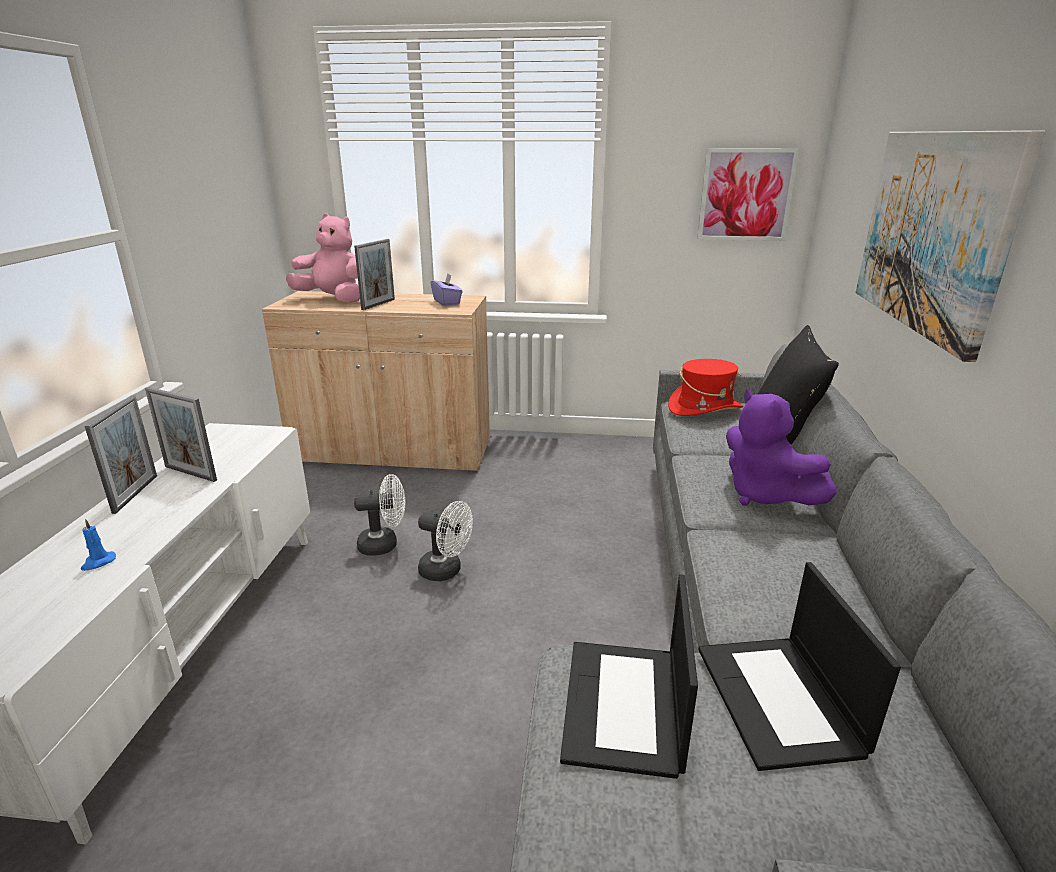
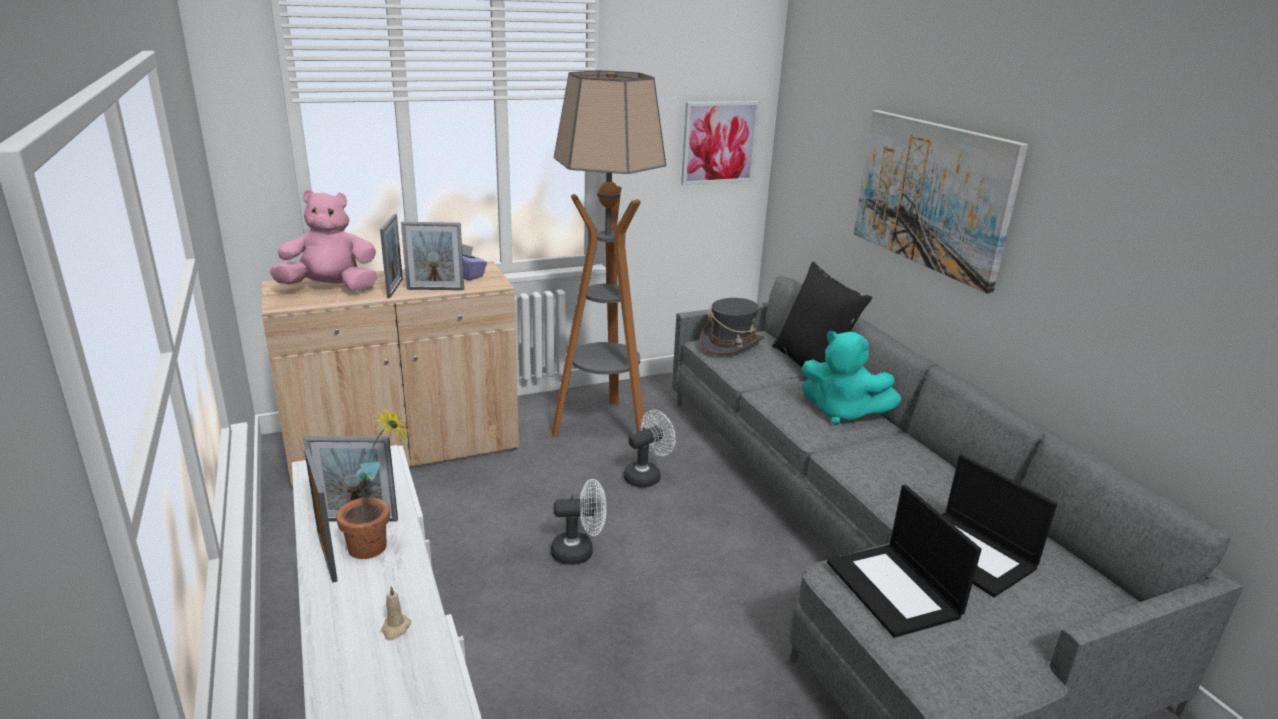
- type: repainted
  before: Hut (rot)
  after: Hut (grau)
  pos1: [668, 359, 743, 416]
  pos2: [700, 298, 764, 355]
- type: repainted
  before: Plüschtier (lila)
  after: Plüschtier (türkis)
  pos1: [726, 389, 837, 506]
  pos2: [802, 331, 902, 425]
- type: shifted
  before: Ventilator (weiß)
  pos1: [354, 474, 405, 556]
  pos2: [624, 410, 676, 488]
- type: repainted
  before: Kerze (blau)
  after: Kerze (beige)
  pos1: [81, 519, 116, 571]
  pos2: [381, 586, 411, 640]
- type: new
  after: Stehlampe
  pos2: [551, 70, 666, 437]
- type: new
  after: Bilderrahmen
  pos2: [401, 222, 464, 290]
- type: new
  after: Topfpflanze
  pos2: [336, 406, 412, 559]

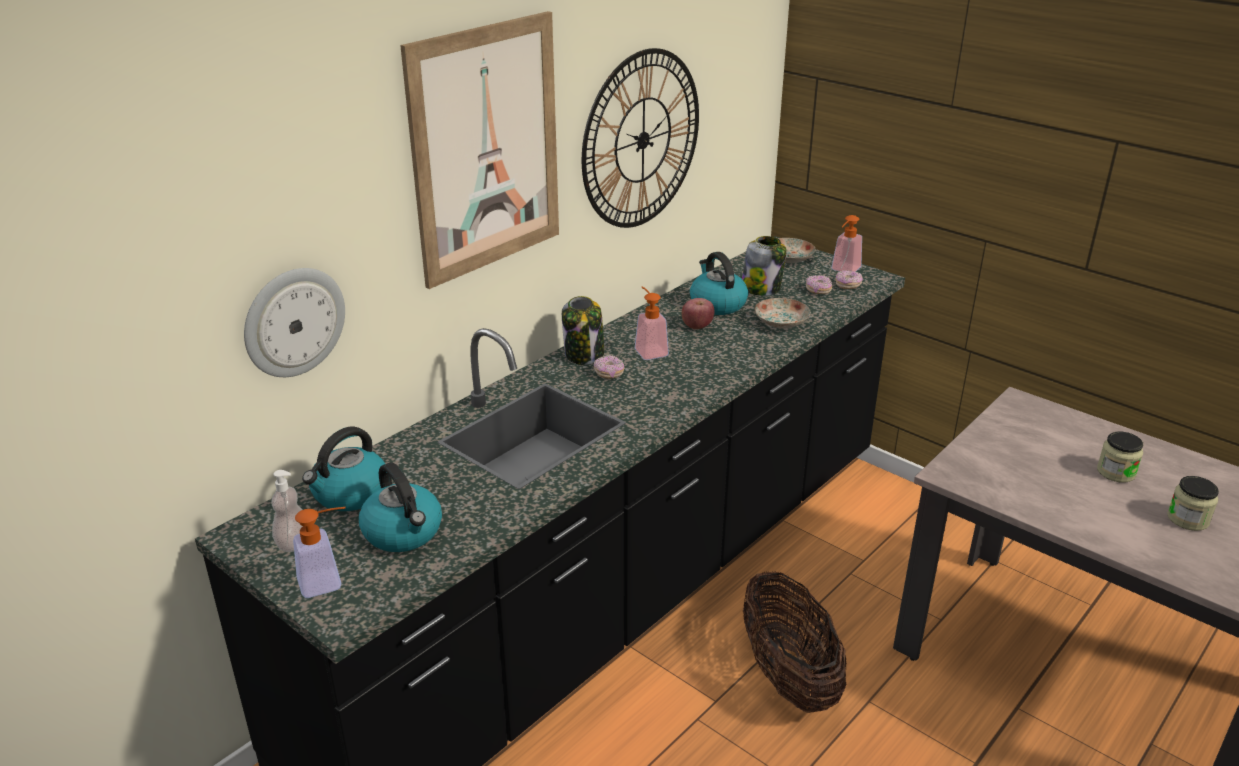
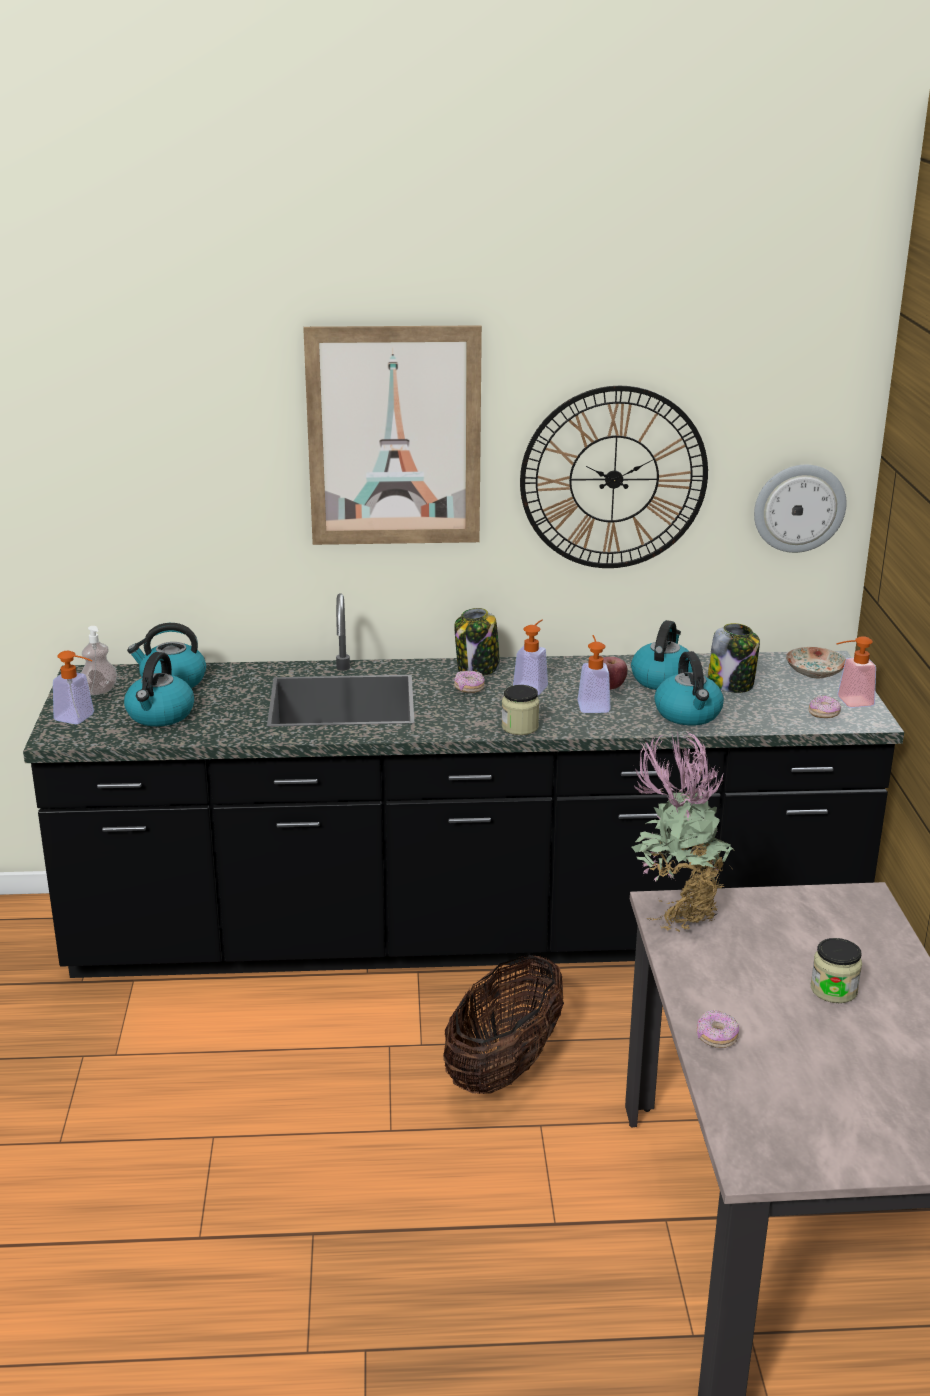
- type: shifted
  before: Wanduhr
  pos1: [244, 268, 345, 377]
  pos2: [754, 465, 846, 553]
- type: shifted
  before: Donut
  pos1: [806, 275, 832, 294]
  pos2: [696, 1010, 739, 1048]
- type: swapped
  before: Teller
  after: Wasserkessel
  pos1: [754, 298, 810, 329]
  pos2: [654, 651, 724, 725]
- type: shifted
  before: Vorratsglas
  pos1: [1167, 476, 1219, 531]
  pos2: [501, 685, 539, 735]
- type: new
  after: Seifenspender
  pos2: [578, 635, 611, 713]
- type: new
  after: Topfpflanze
  pos2: [632, 730, 734, 932]

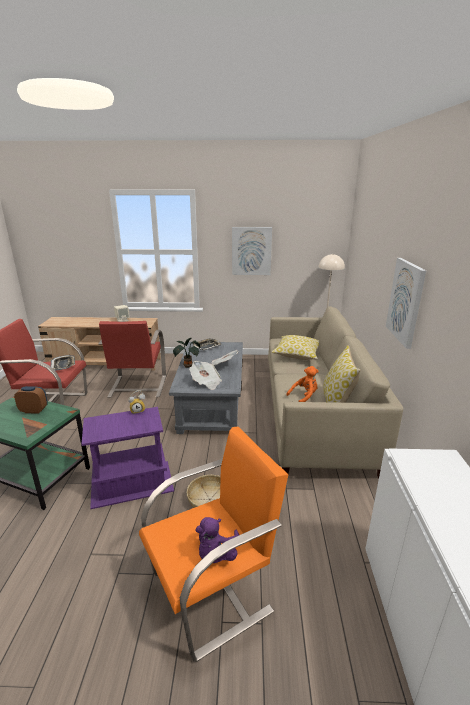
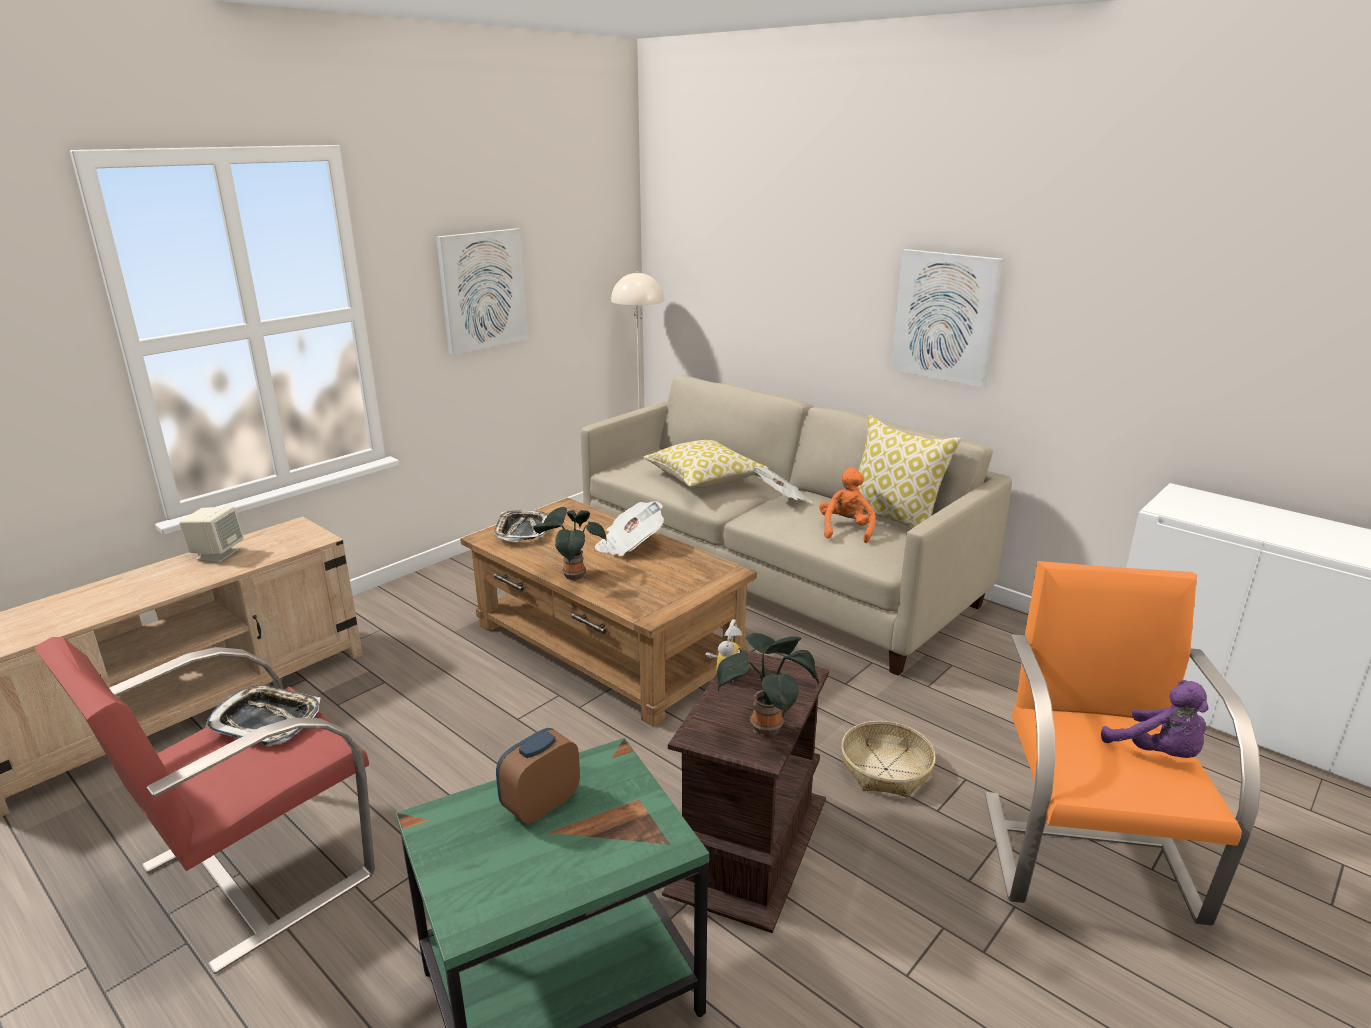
- type: gone
  before: Sessel (rot)
  pos1: [99, 321, 166, 398]
- type: repainted
  before: Couchtisch (grau)
  after: Couchtisch (braun)
  pos1: [169, 342, 243, 434]
  pos2: [460, 498, 757, 727]
- type: shifted
  before: Zeitung
  pos1: [189, 361, 222, 390]
  pos2: [750, 466, 813, 503]
- type: repainted
  before: Beistelltisch (lila)
  after: Beistelltisch (braun)
  pos1: [82, 407, 174, 509]
  pos2: [662, 650, 829, 933]
- type: new
  after: Topfpflanze
  pos2: [717, 633, 819, 736]

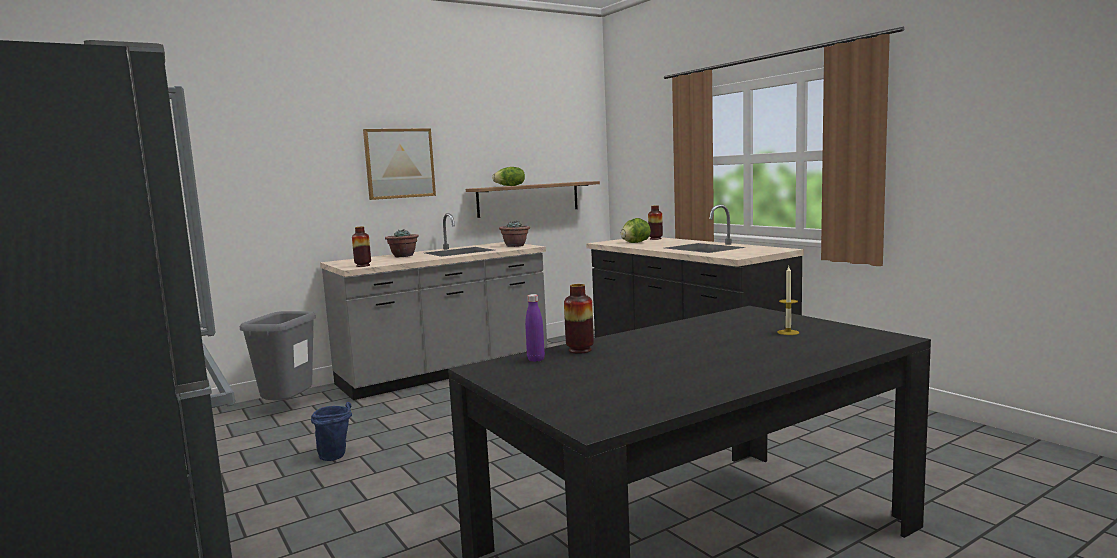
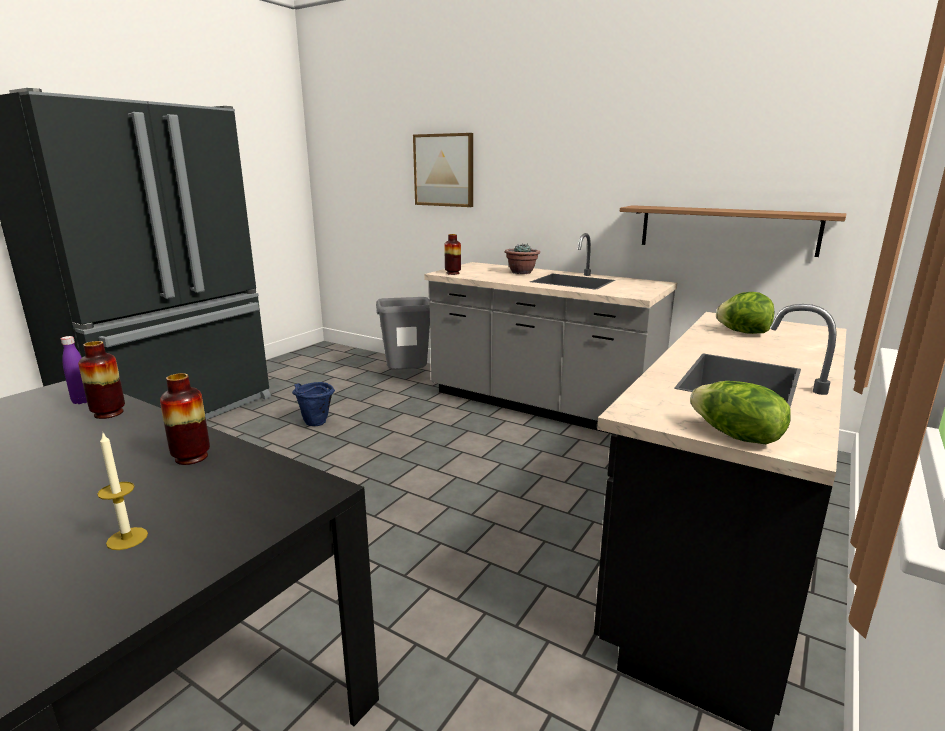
- type: shifted
  before: Bild
  pos1: [363, 128, 436, 200]
  pos2: [413, 133, 473, 207]
- type: shifted
  before: Salatkopf
  pos1: [492, 167, 525, 186]
  pos2: [690, 381, 791, 444]
- type: shifted
  before: Vase
  pos1: [648, 205, 663, 240]
  pos2: [160, 373, 210, 465]
- type: gone
  before: Topfpflanze
  pos1: [499, 221, 530, 247]

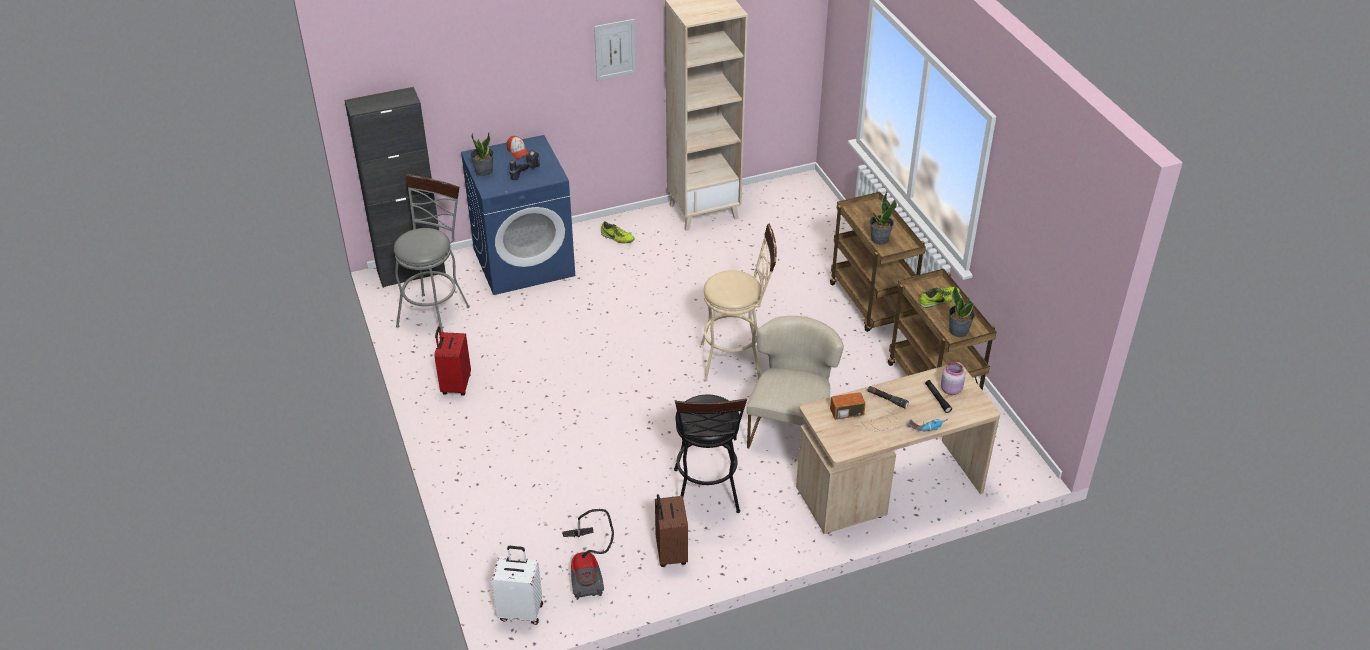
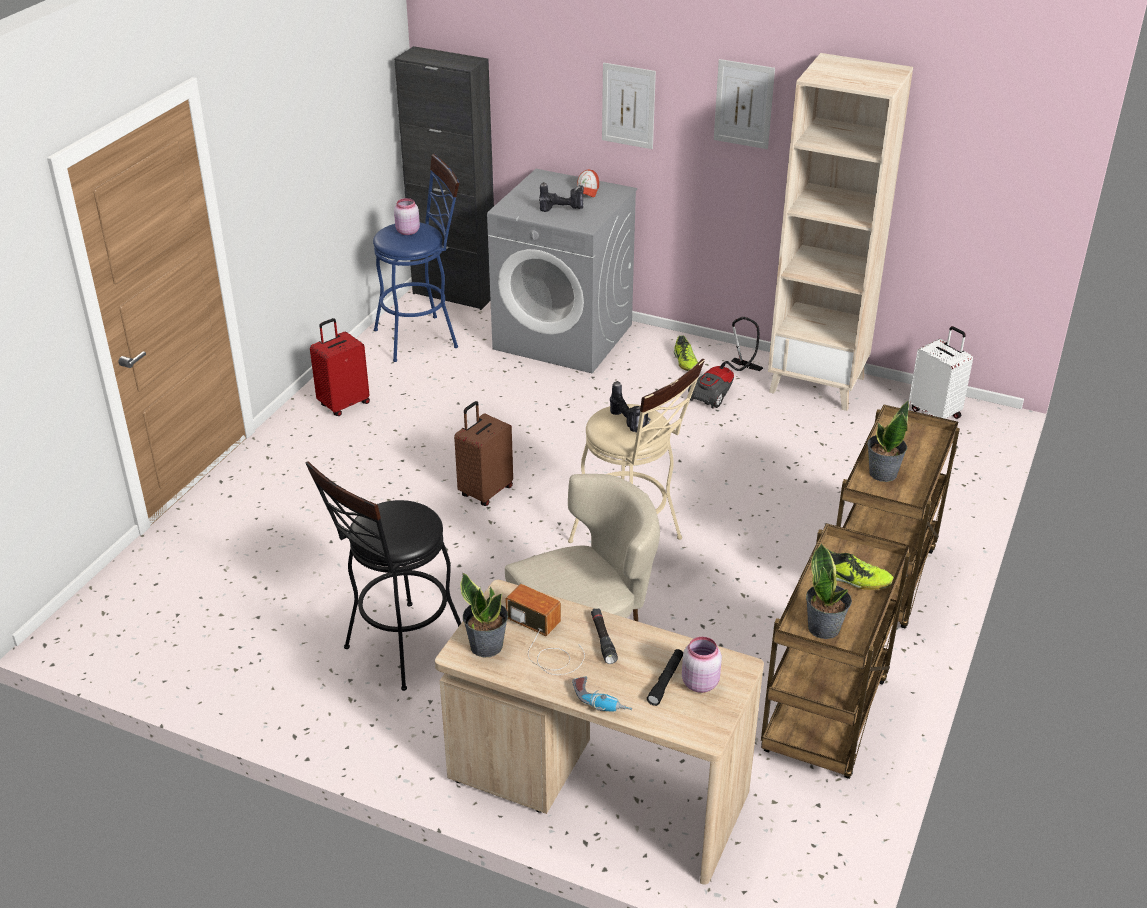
- type: shifted
  before: Topfpflanze
  pos1: [470, 132, 494, 177]
  pos2: [460, 573, 508, 657]
- type: repainted
  before: Waschmaschine (blau)
  after: Waschmaschine (grau)
  pos1: [461, 135, 575, 295]
  pos2: [487, 169, 637, 373]
- type: repainted
  before: Hocker (grau)
  after: Hocker (blau)
  pos1: [394, 174, 470, 332]
  pos2: [373, 154, 459, 362]
- type: shifted
  before: Koffer (braun)
  pos1: [655, 494, 688, 567]
  pos2: [454, 401, 513, 506]
- type: shifted
  before: Staubsauger
  pos1: [562, 509, 614, 600]
  pos2: [688, 317, 763, 409]
- type: shifted
  before: Koffer (weiß)
  pos1: [491, 546, 543, 625]
  pos2: [909, 326, 973, 419]
- type: new
  after: Bild
  pos2: [602, 63, 656, 149]
- type: new
  after: Vorratsglas (rosa)
  pos2: [394, 198, 420, 235]
- type: new
  after: Bohrmaschine
  pos2: [610, 381, 651, 433]

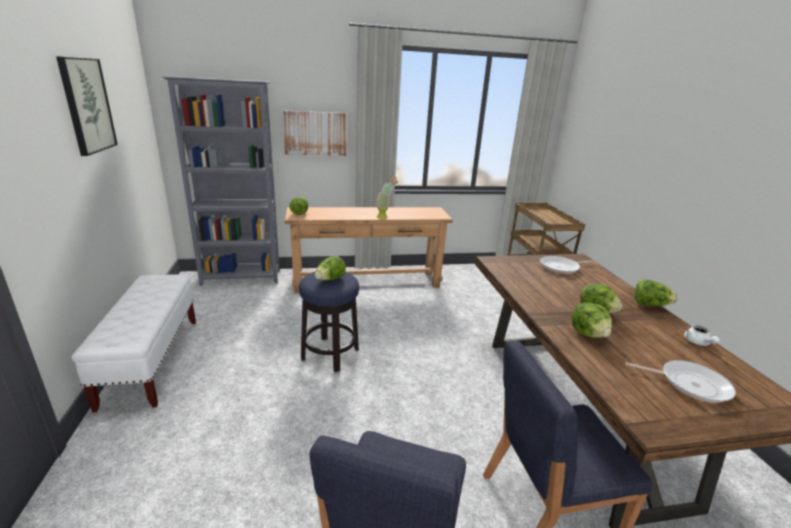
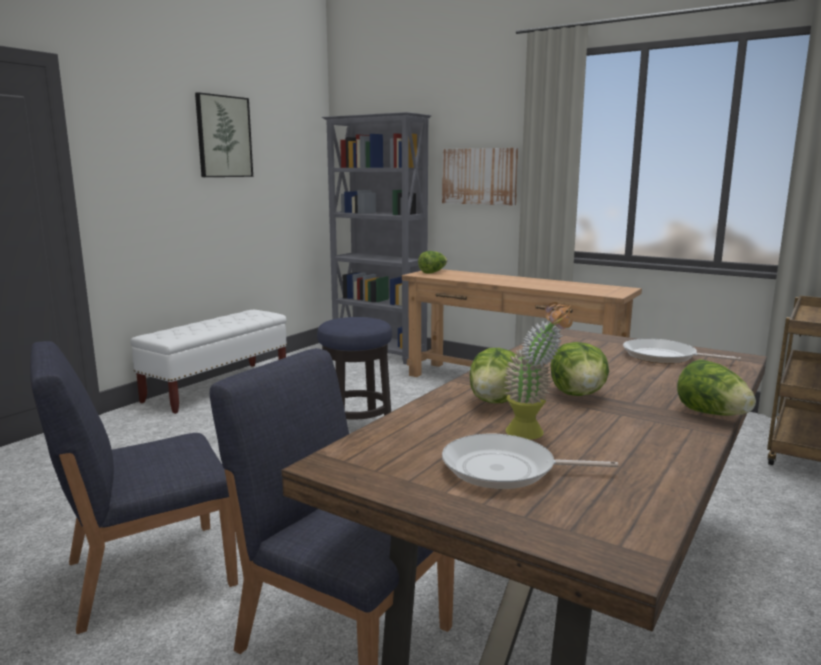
- type: shifted
  before: Topfpflanze
  pos1: [376, 176, 398, 219]
  pos2: [504, 302, 573, 440]
- type: gone
  before: Salatkopf
  pos1: [315, 256, 346, 281]
- type: gone
  before: Teekanne (weiß)
  pos1: [684, 325, 720, 346]
- type: rotated
  before: Pfanne
  pos1: [626, 360, 736, 403]
  pos2: [442, 434, 618, 489]
  turn: 120

